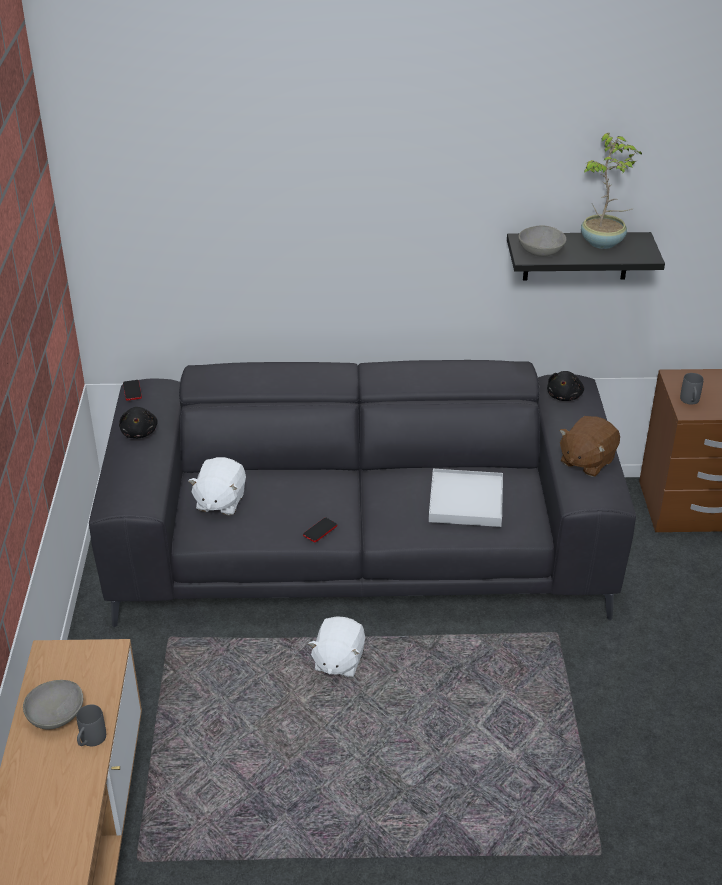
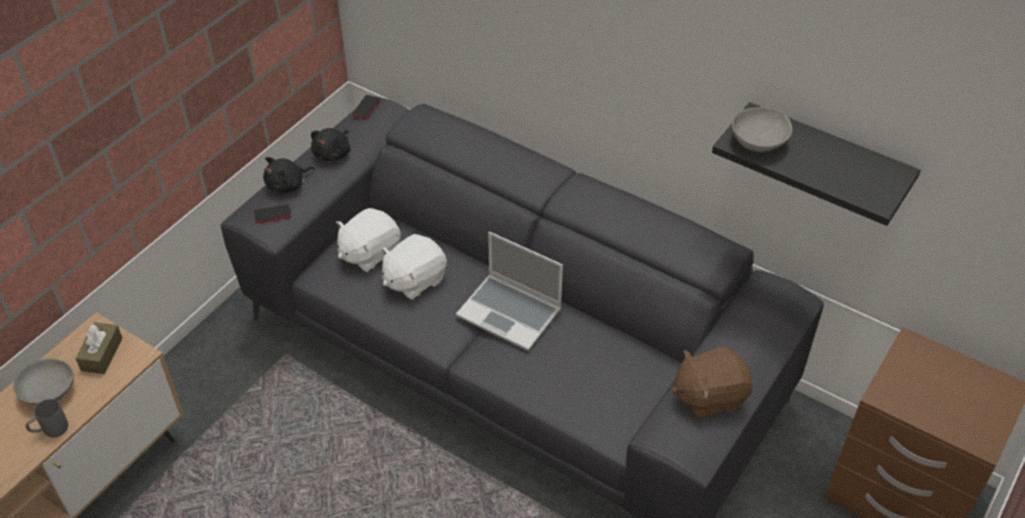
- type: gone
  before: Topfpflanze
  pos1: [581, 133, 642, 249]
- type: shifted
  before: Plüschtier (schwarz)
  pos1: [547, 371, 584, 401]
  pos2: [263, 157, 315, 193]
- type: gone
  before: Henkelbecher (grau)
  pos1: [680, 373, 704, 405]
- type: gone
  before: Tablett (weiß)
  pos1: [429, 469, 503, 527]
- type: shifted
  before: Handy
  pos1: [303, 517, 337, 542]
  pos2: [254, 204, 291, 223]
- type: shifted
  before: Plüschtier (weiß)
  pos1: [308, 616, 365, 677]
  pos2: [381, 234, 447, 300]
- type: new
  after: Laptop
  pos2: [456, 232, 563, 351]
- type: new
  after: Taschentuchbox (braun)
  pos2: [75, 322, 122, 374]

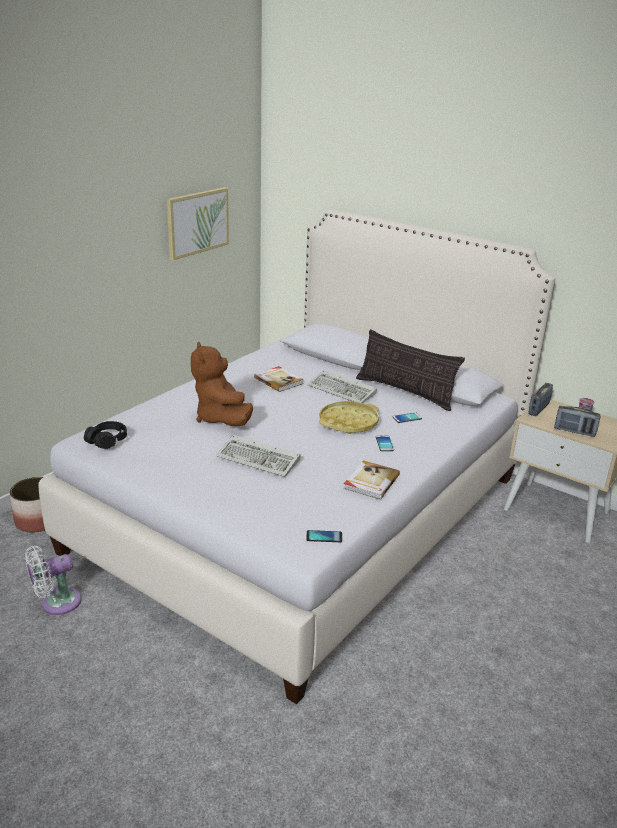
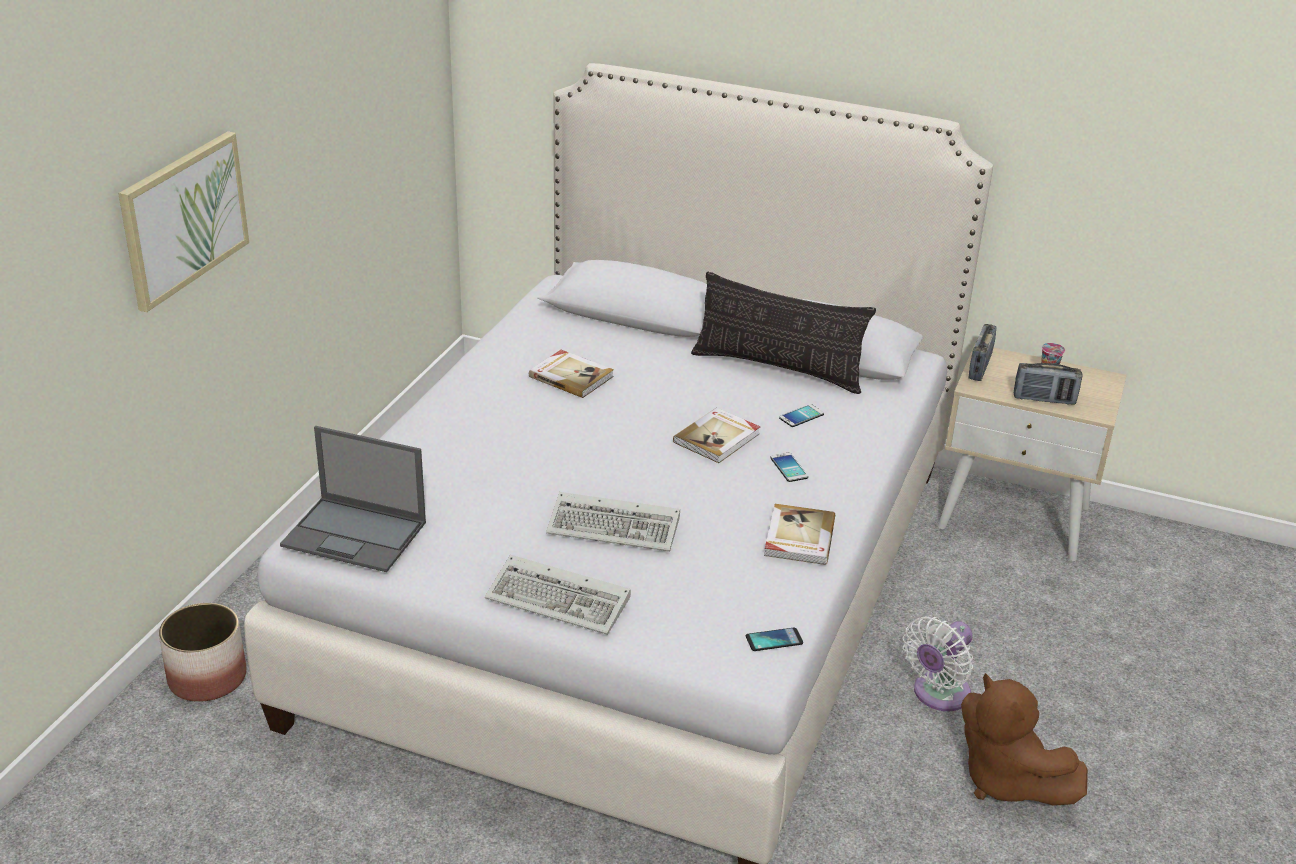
- type: shifted
  before: Bild
  pos1: [167, 187, 229, 260]
  pos2: [118, 131, 249, 312]
- type: shifted
  before: Plüschtier (braun)
  pos1: [191, 342, 253, 426]
  pos2: [961, 673, 1088, 806]
- type: shifted
  before: Tastatur
  pos1: [307, 370, 377, 403]
  pos2: [485, 555, 631, 635]
- type: swapped
  before: Tablett (gelb)
  after: Buch
  pos1: [319, 401, 379, 434]
  pos2: [673, 408, 760, 463]
- type: swapped
  before: Kopfhörer (schwarz)
  after: Laptop
  pos1: [84, 421, 127, 449]
  pos2: [280, 426, 426, 572]
- type: shifted
  before: Ventilator (weiß)
  pos1: [25, 546, 82, 615]
  pos2: [903, 616, 973, 711]

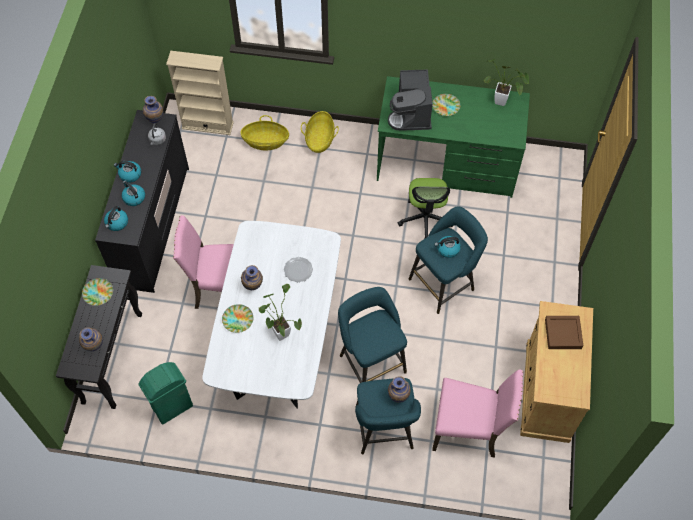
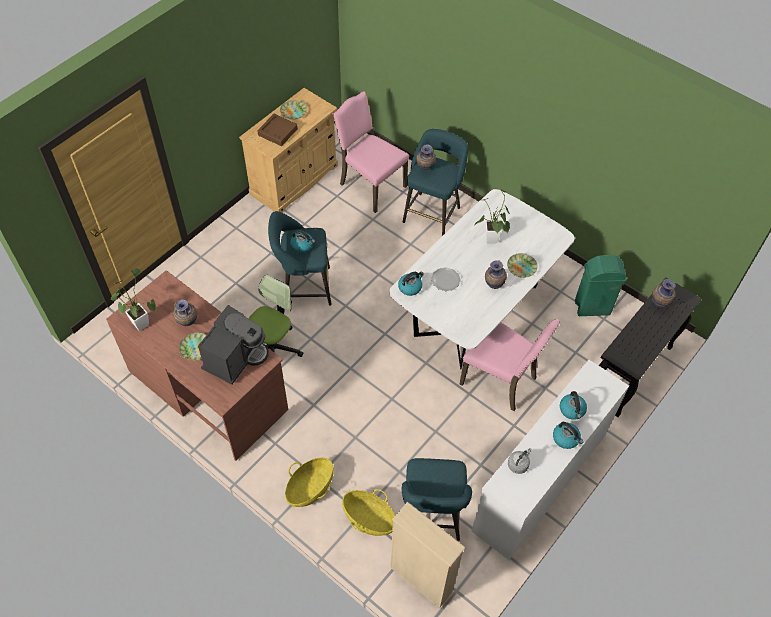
- type: repainted
  before: Schreibtisch (grün)
  after: Schreibtisch (braun)
  pos1: [377, 76, 530, 198]
  pos2: [106, 270, 288, 461]
- type: shifted
  before: Vase
  pos1: [143, 96, 163, 123]
  pos2: [173, 299, 197, 326]
- type: repainted
  before: Kommode (schwarz)
  after: Kommode (weiß)
  pos1: [95, 110, 189, 293]
  pos2: [472, 360, 629, 560]
- type: shifted
  before: Wasserkessel
  pos1: [104, 206, 128, 231]
  pos2: [398, 272, 424, 296]
- type: shifted
  before: Teller
  pos1: [82, 278, 113, 306]
  pos2: [280, 100, 307, 119]
- type: shifted
  before: Hocker (türkis)
  pos1: [338, 287, 407, 383]
  pos2: [402, 458, 472, 541]

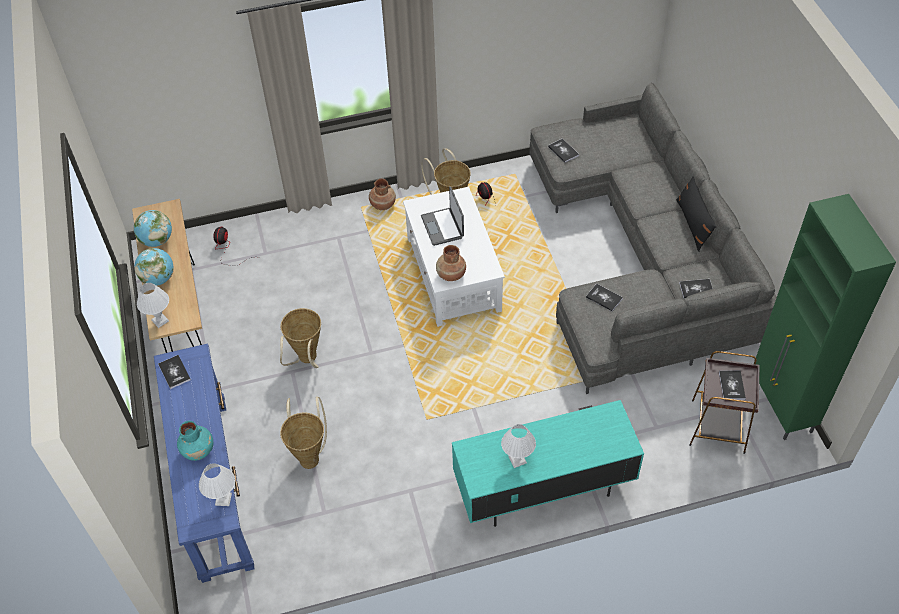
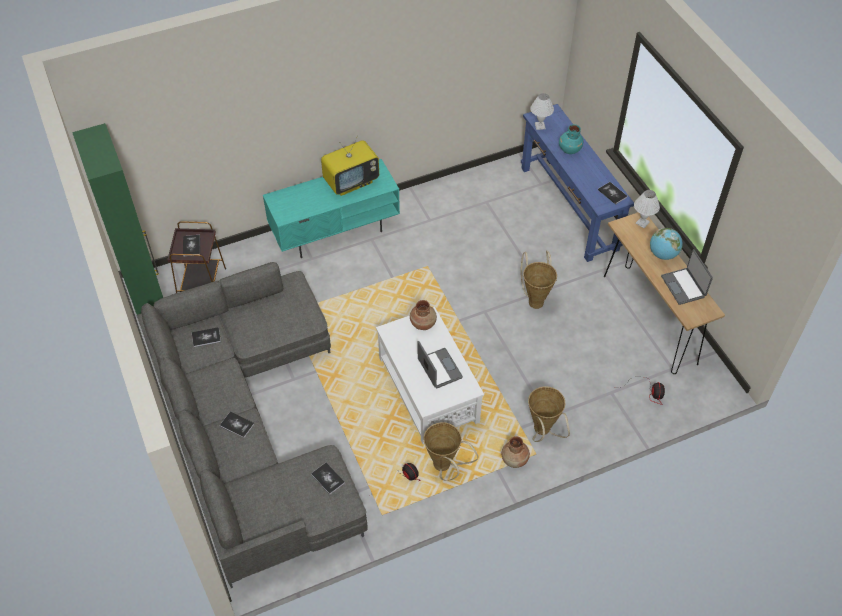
- type: gone
  before: Kissen (schwarz)
  pos1: [676, 176, 717, 252]
- type: swapped
  before: Globus
  after: Laptop
  pos1: [134, 210, 172, 247]
  pos2: [661, 249, 713, 305]
- type: shifted
  before: Buch
  pos1: [586, 284, 623, 312]
  pos2: [220, 411, 254, 438]
- type: shifted
  before: Korb
  pos1: [280, 396, 327, 469]
  pos2: [528, 386, 570, 442]
- type: swapped
  before: Tischlampe (weiß)
  after: Fernseher
  pos1: [501, 424, 536, 468]
  pos2: [321, 135, 379, 196]

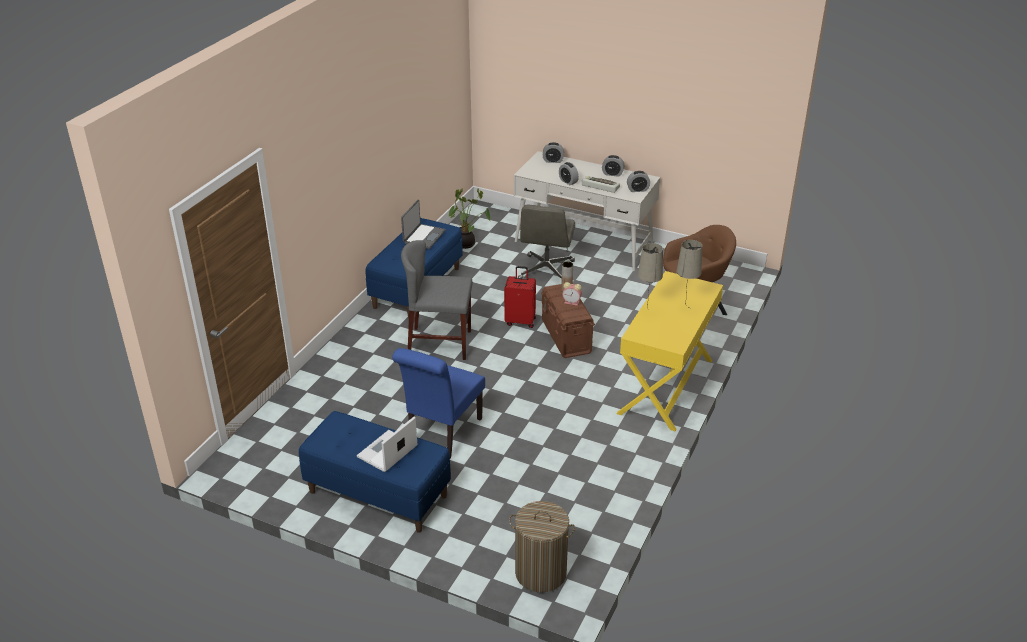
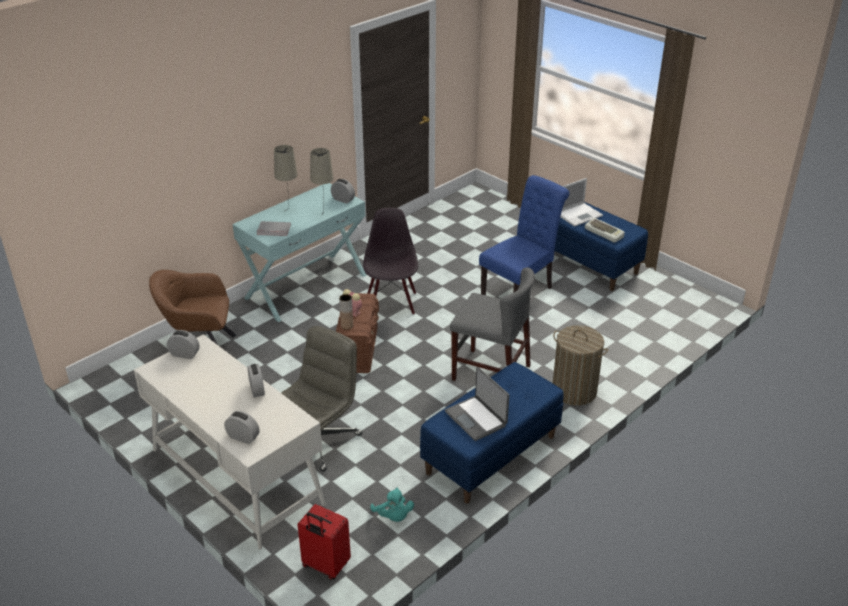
- type: shifted
  before: Wecker
  pos1: [602, 155, 624, 177]
  pos2: [331, 179, 355, 204]
- type: shifted
  before: Tastatur
  pos1: [582, 176, 620, 193]
  pos2: [585, 218, 625, 243]
- type: swapped
  before: Topfpflanze
  after: Plüschtier (türkis)
  pos1: [448, 189, 490, 249]
  pos2: [370, 488, 414, 522]
- type: rotated
  before: Laptop
  pos1: [401, 200, 446, 249]
  pos2: [445, 367, 509, 441]
  turn: -75
- type: shifted
  before: Koffer (rot)
  pos1: [504, 266, 536, 328]
  pos2: [297, 504, 351, 580]
- type: repainted
  before: Konsolentisch (gelb)
  after: Konsolentisch (türkis)
  pos1: [616, 271, 723, 431]
  pos2: [232, 183, 367, 322]
- type: shifted
  before: Wäschekorb
  pos1: [509, 501, 575, 592]
  pos2: [553, 325, 608, 406]
- type: new
  after: Stuhl (schwarz)
  pos2: [363, 208, 418, 315]
- type: new
  after: Buch (grau)
  pos2: [257, 221, 291, 236]

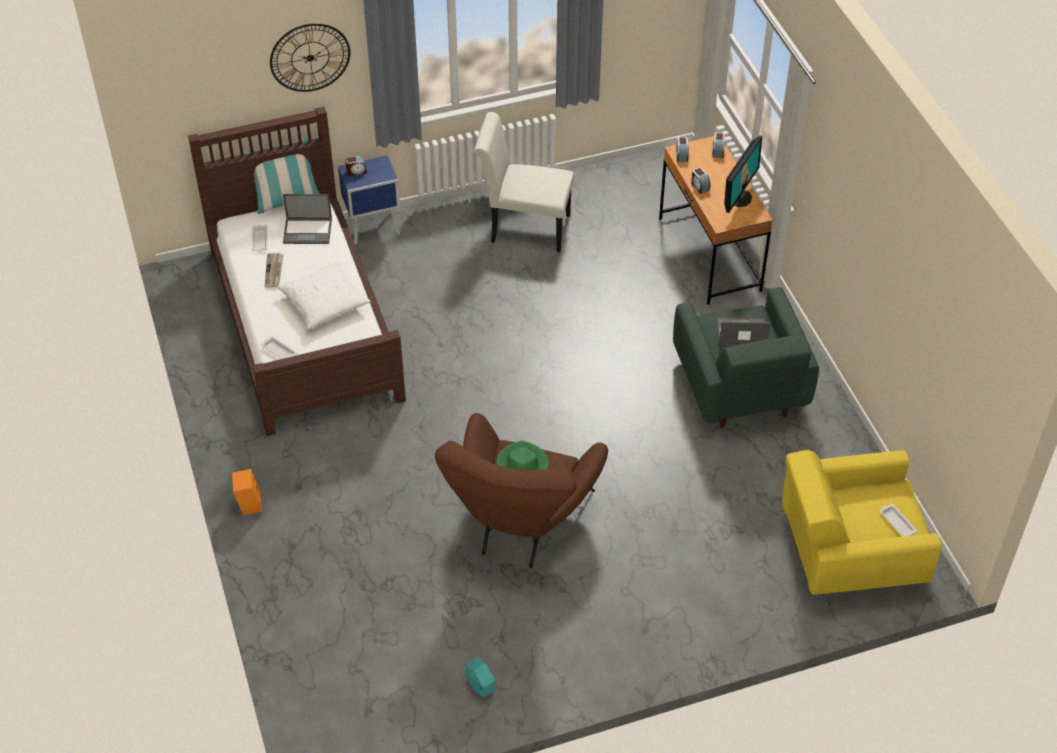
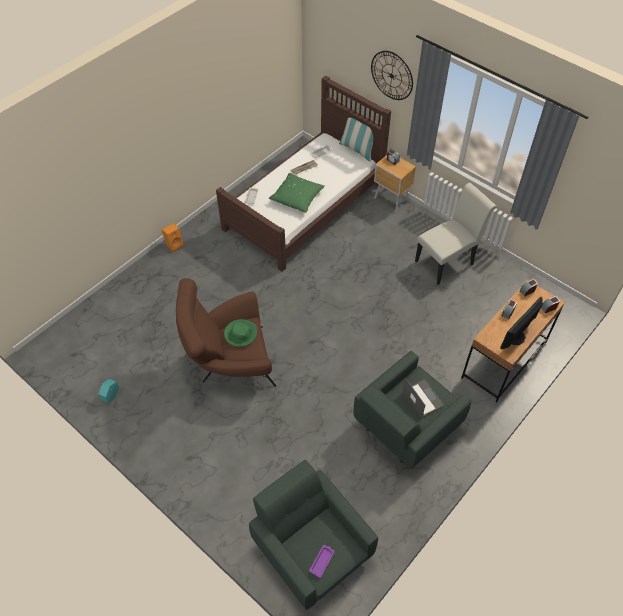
- type: rotated
  before: Stuhl (weiß)
  pos1: [474, 112, 574, 252]
  pos2: [415, 183, 497, 285]
  turn: 75
- type: rotated
  before: Monitor
  pos1: [724, 136, 762, 213]
  pos2: [500, 297, 543, 349]
  turn: 135
- type: repainted
  before: Nachttisch (blau)
  after: Nachttisch (braun)
  pos1: [338, 155, 400, 245]
  pos2: [374, 155, 416, 212]
- type: gone
  before: Laptop
  pos1: [283, 194, 332, 244]
- type: repainted
  before: Kissen (weiß)
  after: Kissen (grün)
  pos1: [277, 261, 371, 329]
  pos2: [269, 173, 325, 213]
- type: repainted
  before: Sessel (gelb)
  after: Sessel (grün)
  pos1: [782, 450, 942, 595]
  pos2: [249, 460, 378, 610]
- type: repainted
  before: Tablett (weiß)
  after: Tablett (lila)
  pos1: [879, 504, 917, 537]
  pos2: [309, 545, 335, 578]

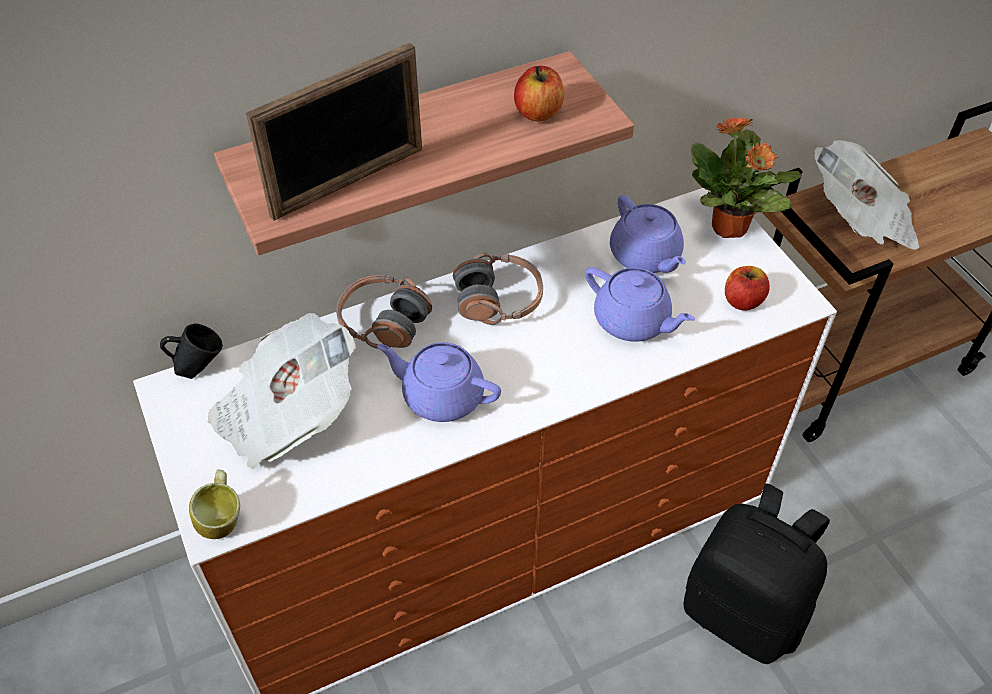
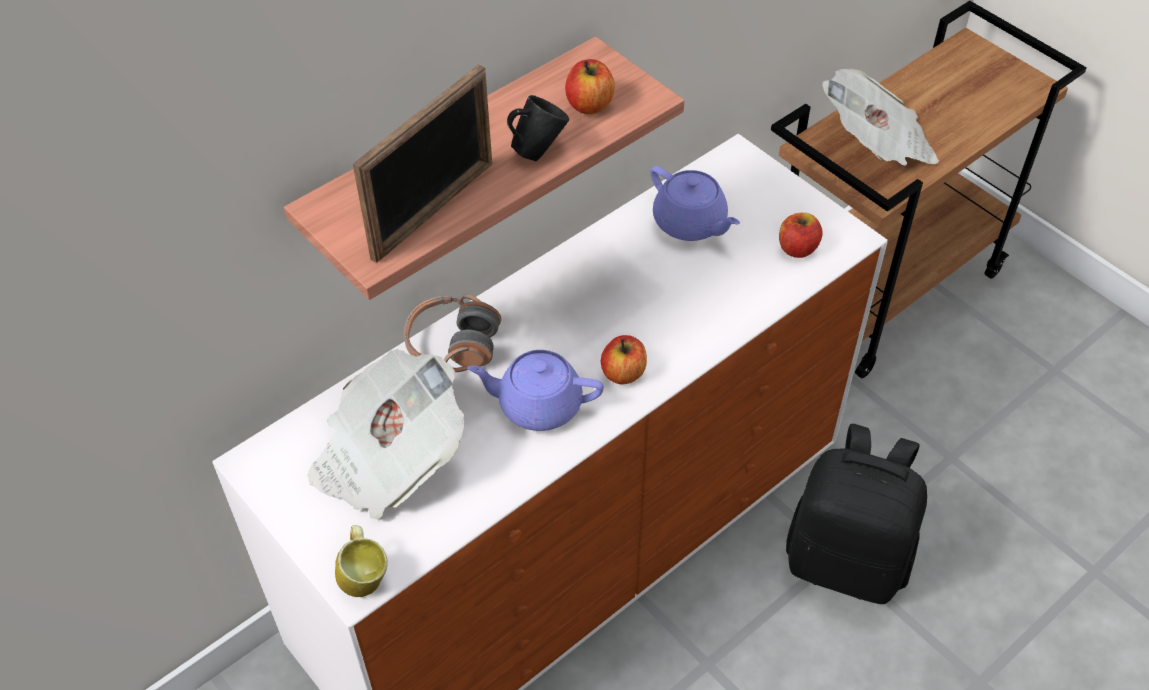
- type: gone
  before: Topfpflanze
  pos1: [691, 116, 801, 238]
- type: gone
  before: Kopfhörer
  pos1: [453, 253, 543, 325]
- type: gone
  before: Teekanne (lila)
  pos1: [585, 267, 695, 342]
- type: shifted
  before: Henkelbecher (schwarz)
  pos1: [160, 324, 223, 379]
  pos2: [507, 95, 569, 161]
- type: new
  after: Apfel
  pos2: [601, 335, 647, 385]

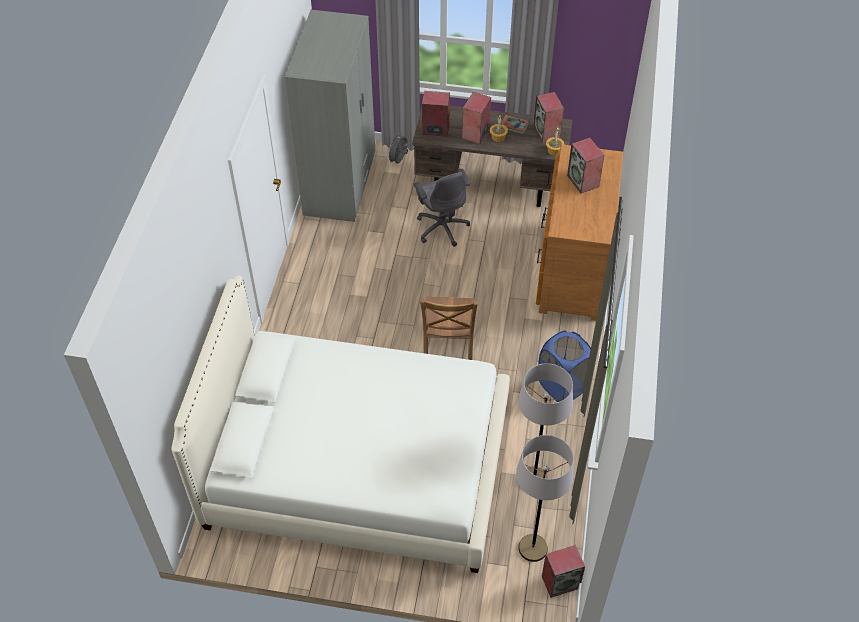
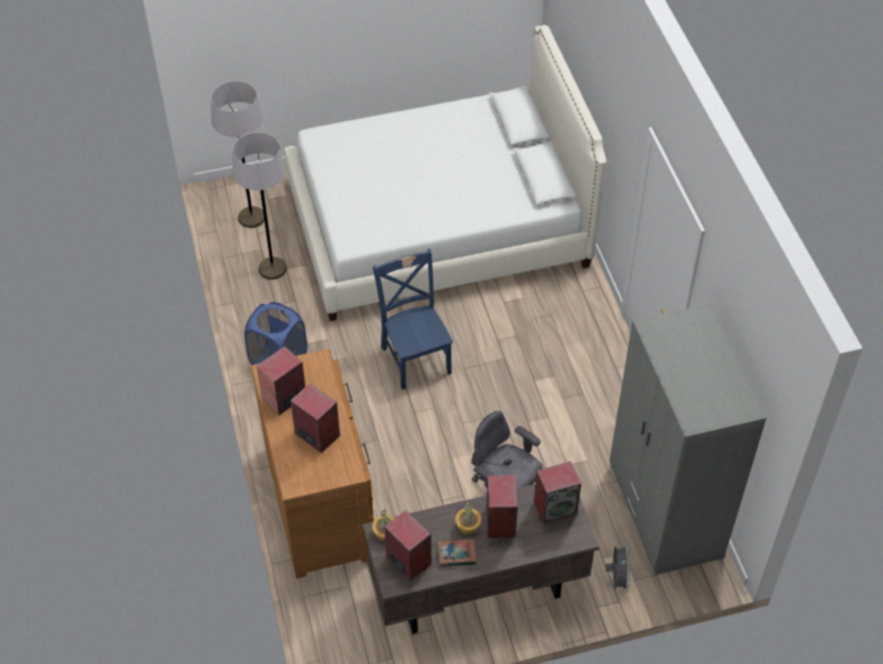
- type: repainted
  before: Stuhl (braun)
  after: Stuhl (blau)
  pos1: [420, 297, 478, 360]
  pos2: [373, 249, 453, 390]
- type: shifted
  before: Lautsprecher
  pos1: [542, 545, 585, 598]
  pos2: [257, 346, 305, 415]

